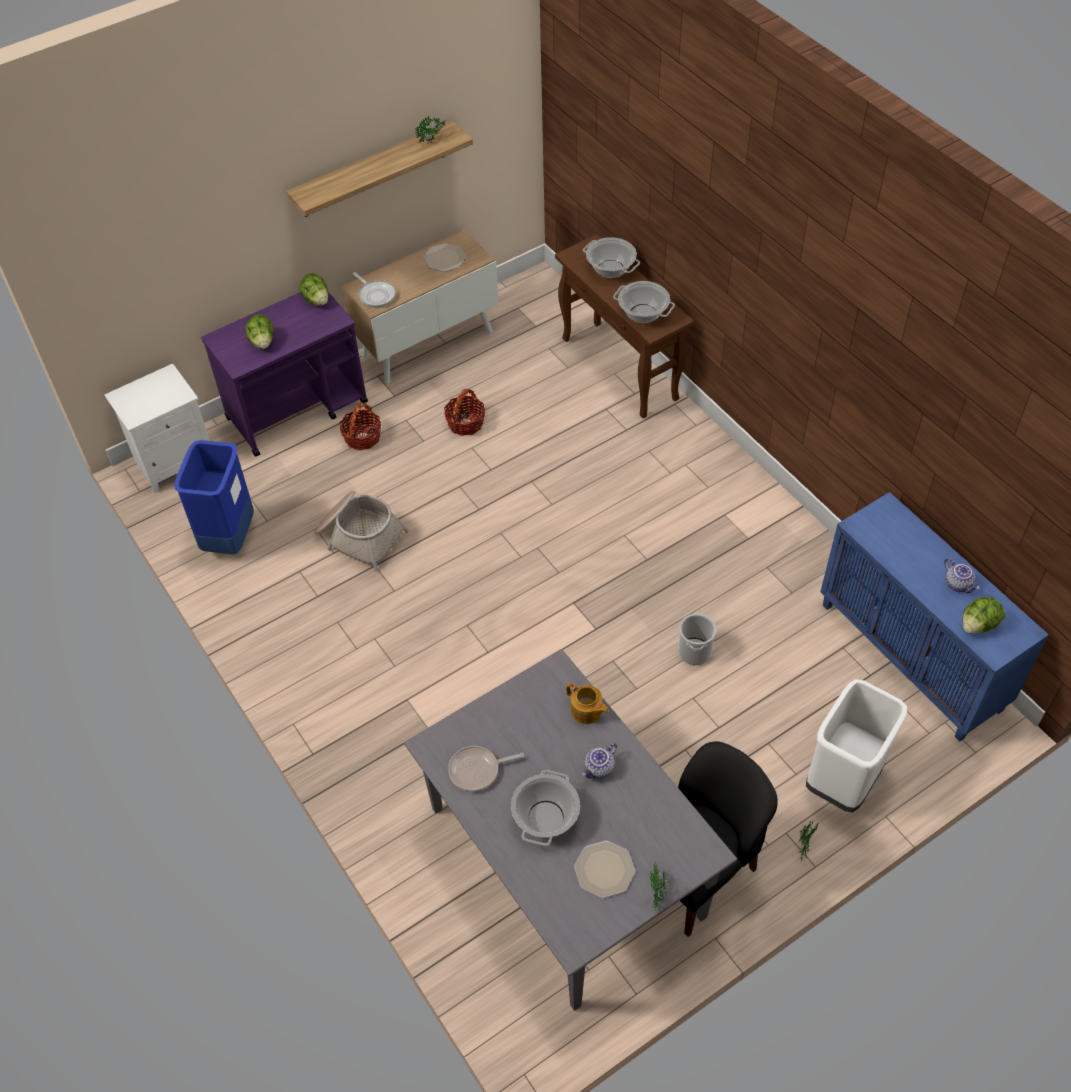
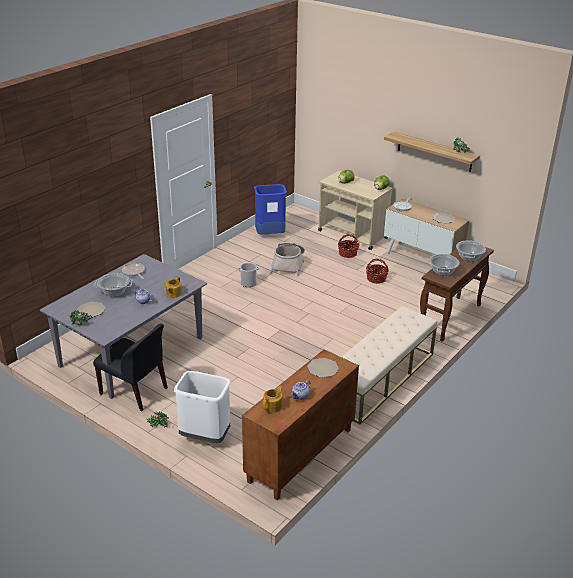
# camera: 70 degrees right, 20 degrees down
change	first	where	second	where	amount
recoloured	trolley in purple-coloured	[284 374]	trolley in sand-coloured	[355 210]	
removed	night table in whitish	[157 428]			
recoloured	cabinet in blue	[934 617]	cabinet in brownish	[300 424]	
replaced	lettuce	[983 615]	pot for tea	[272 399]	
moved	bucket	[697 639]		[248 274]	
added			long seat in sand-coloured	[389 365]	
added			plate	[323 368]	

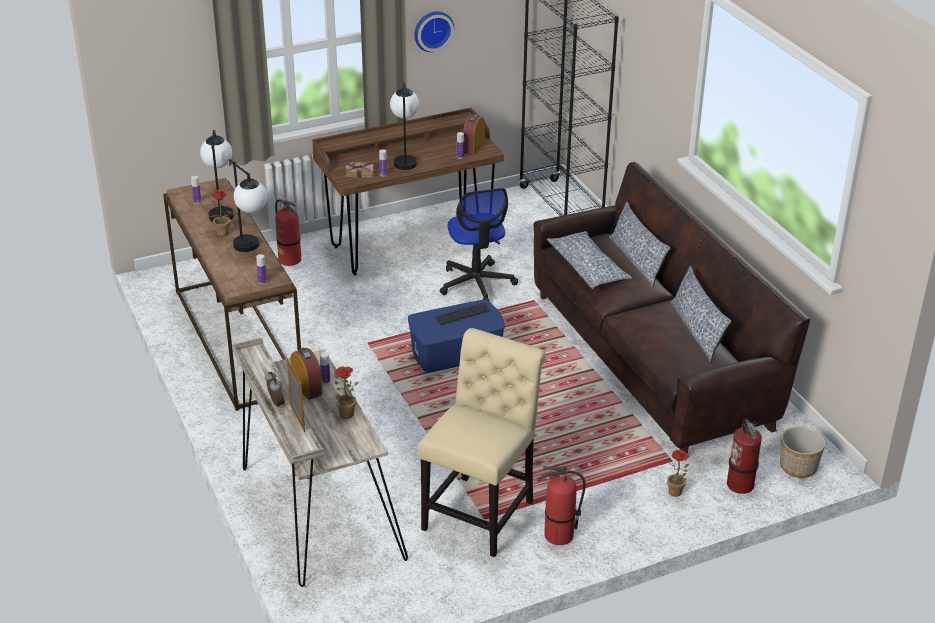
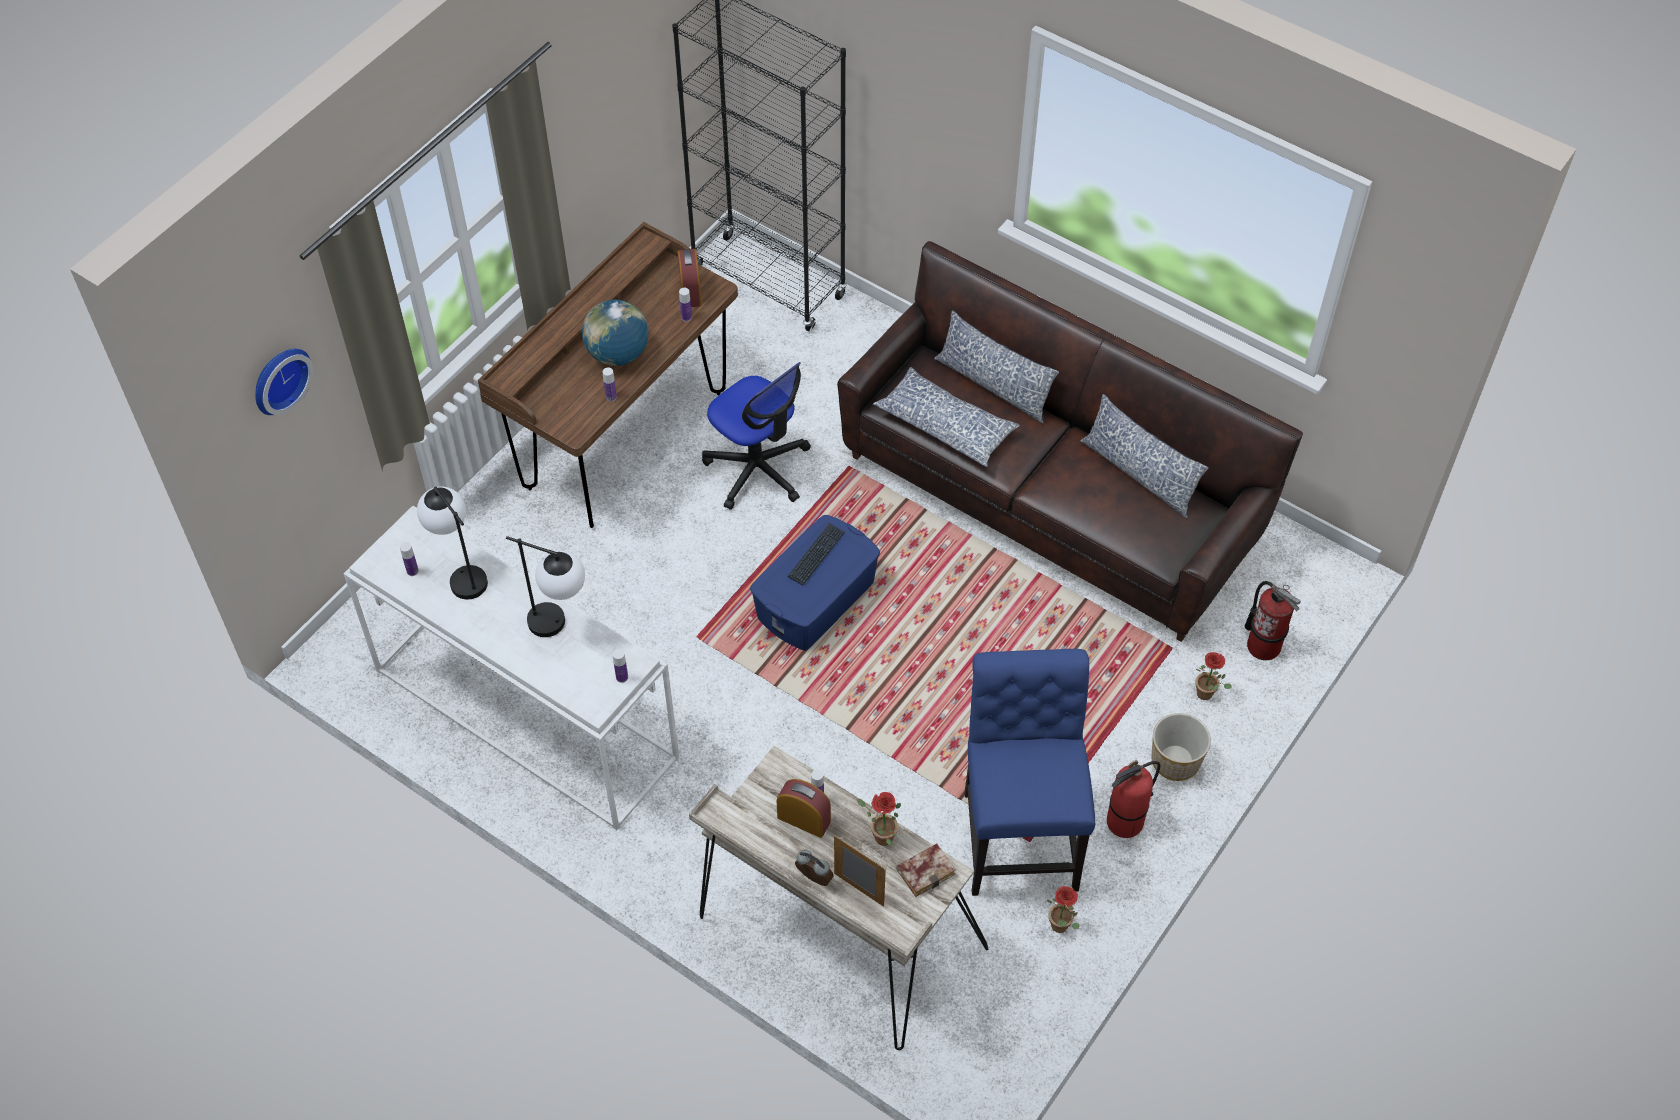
# camera: 30 degrees left, 20 degrees up
change	first	where	second	where	amount
moved	hanging clock	[434 31]		[284 382]	
replaced	lamp for a table	[404 126]	desk globe	[615 332]	
moved	bound book	[359 170]		[926 870]	
recoloured	console table in brownish	[232 294]	console table in whitish	[511 668]	
moved	plant in a pot	[224 213]		[1063 909]	
removed	fire-fighting cylinder	[288 232]			
recoloured	upright chair in sand-coloured	[482 442]	upright chair in blue	[1029 772]	
moved	planter	[802 452]		[1181 747]	

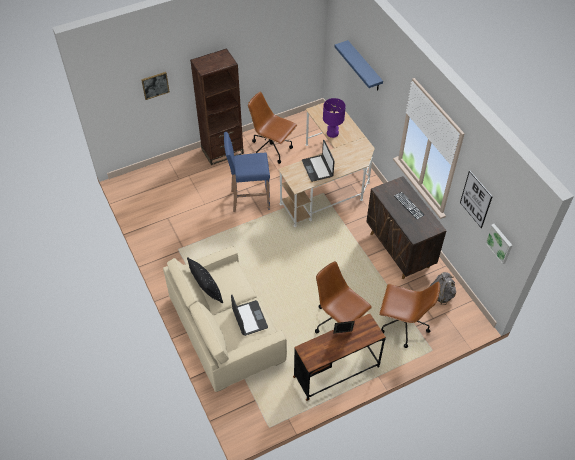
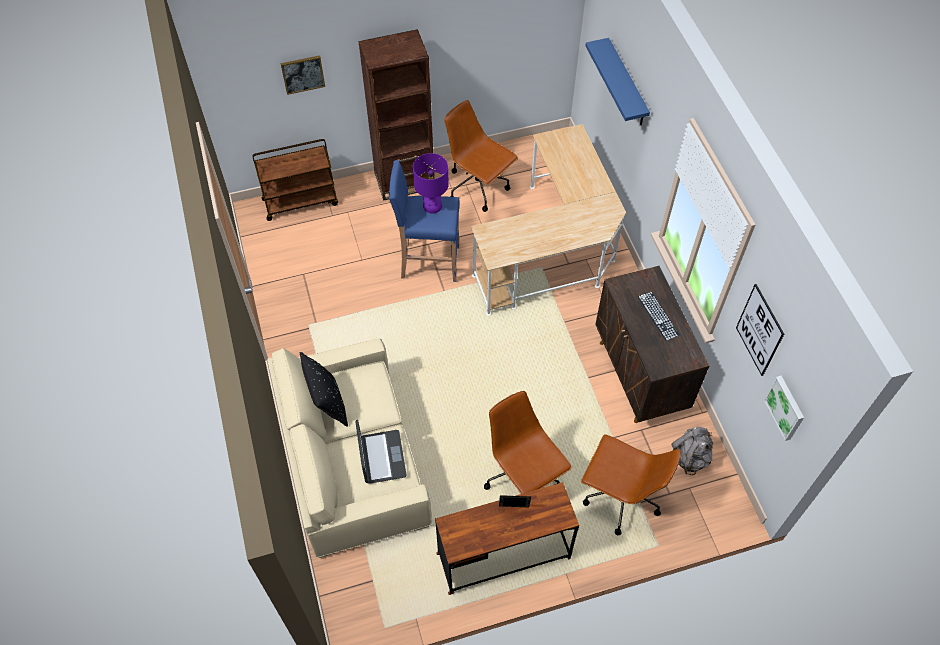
# camera: 10 degrees right, 5 degrees up
change	first	where	second	where	amount
moved	lamp for a table in purple-coloured	[334 118]		[431 183]	
removed	portable computer	[318 161]			
added			trolley in brownish	[295 180]	

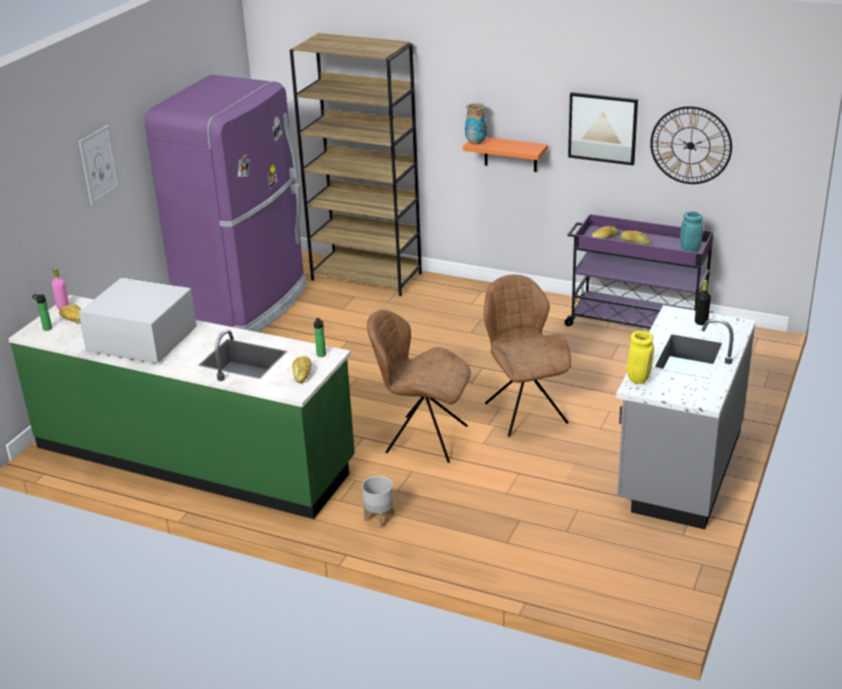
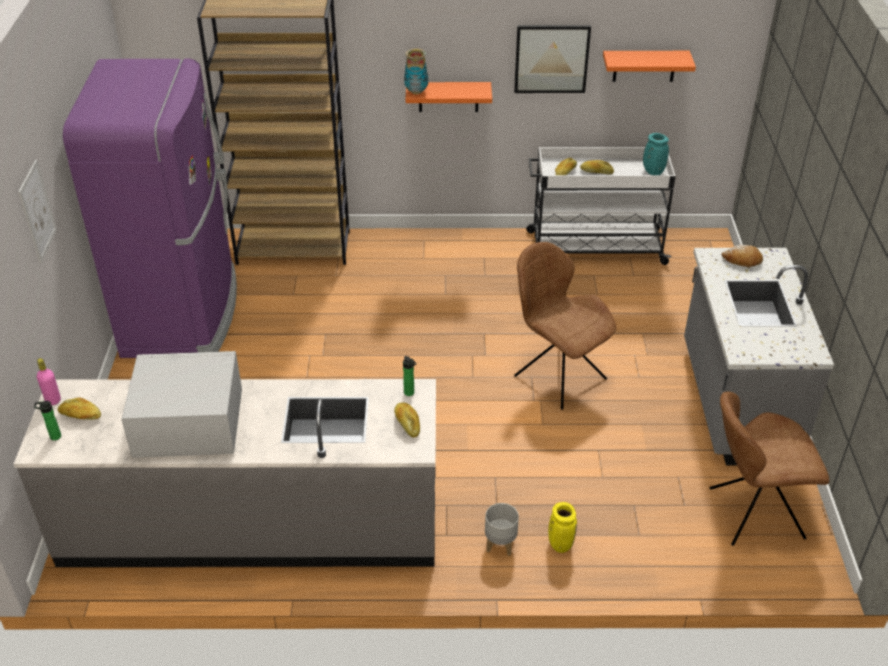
# camera: 25 degrees left, 10 degrees up
change	first	where	second	where	amount
replaced	hanging clock	[691 145]	shelf in orange	[649 66]	
recoloured	trolley in purple-coloured	[639 271]	trolley in whitish	[601 206]	
replaced	bottle in blackish	[703 302]	bakery bread	[742 256]	
recoloured	kitchen counter in green-coloured	[181 407]	kitchen counter in greyish	[225 473]	
moved	upright chair in brownish	[419 386]		[769 468]	
moved	decorative vase in yellow	[640 357]		[562 527]	

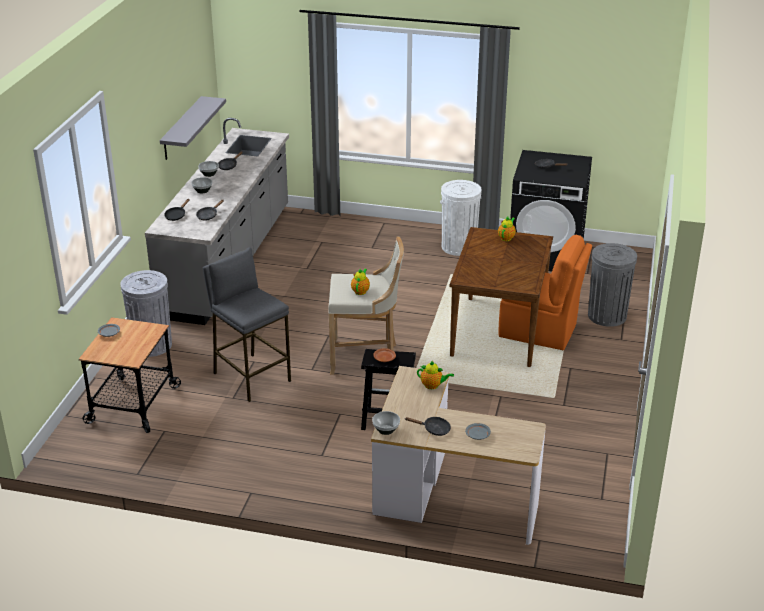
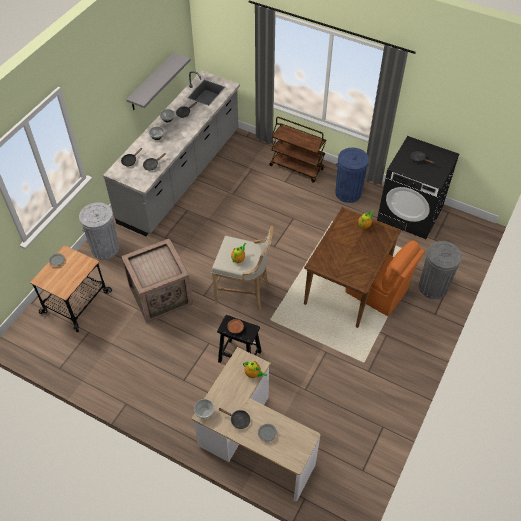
# camera: 15 degrees right, 20 degrees up
change	first	where	second	where	amount
recoloured	rubbish bin in whitish	[461 218]	rubbish bin in blue	[352 175]	
replaced	stool in greyish	[247 324]	packing crate	[157 281]	
added			trolley in brownish	[297 150]	

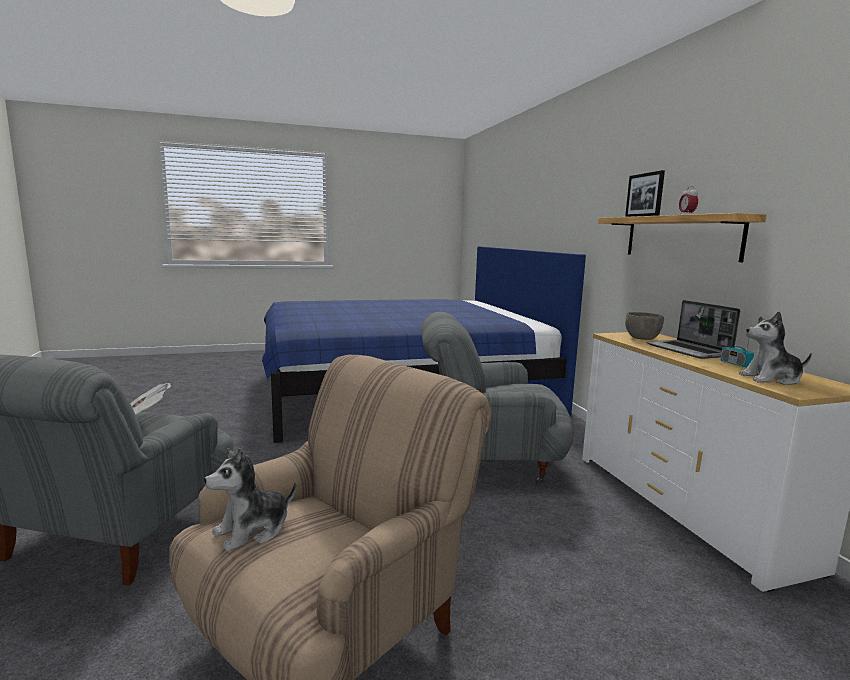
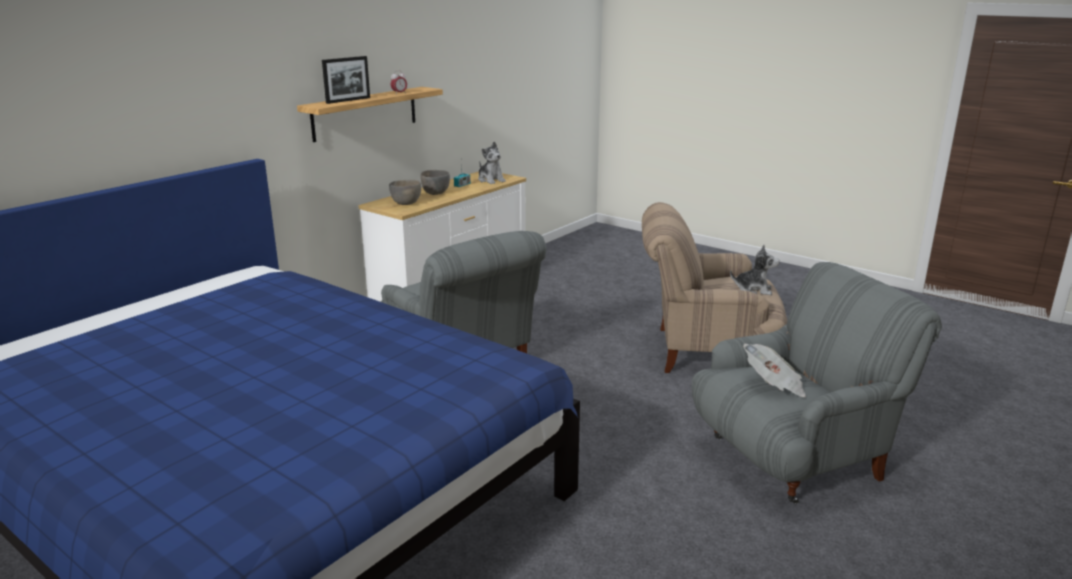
# camera: 125 degrees left, 10 degrees up
change	first	where	second	where	amount
replaced	portable computer	[693 329]	deep dish in greyish	[435 182]	

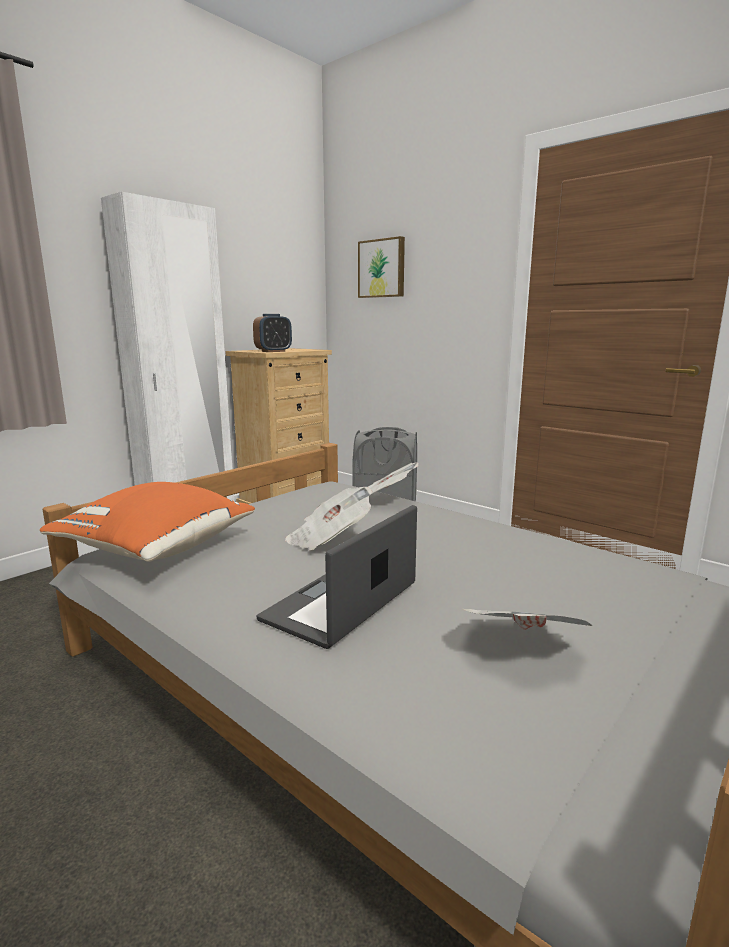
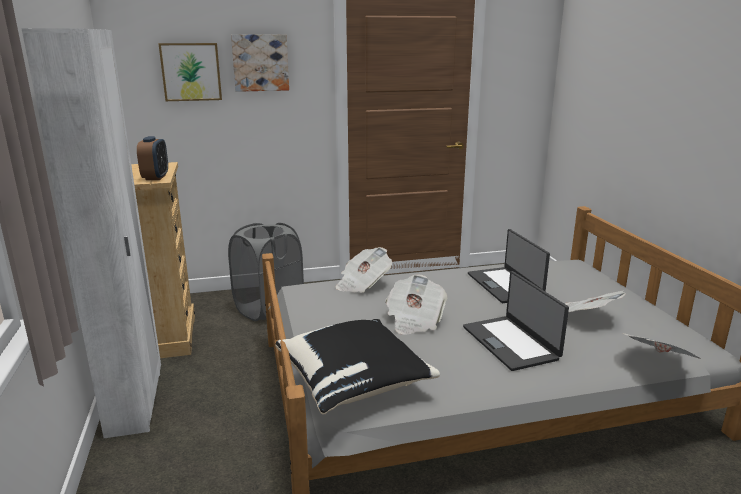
# camera: 55 degrees left, 5 degrees up
change	first	where	second	where	amount
recoloured	pillow in orange	[147 522]	pillow in blackish	[357 367]	
added			wall picture	[260 63]	
added			portable computer	[509 266]	
added			printed paper	[662 346]	

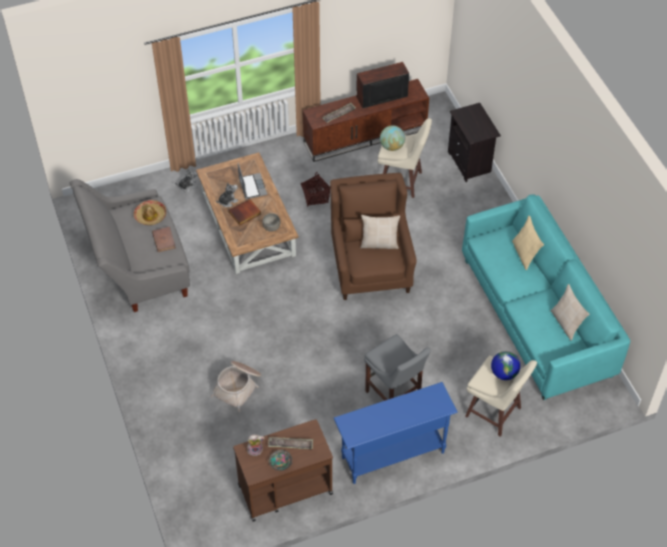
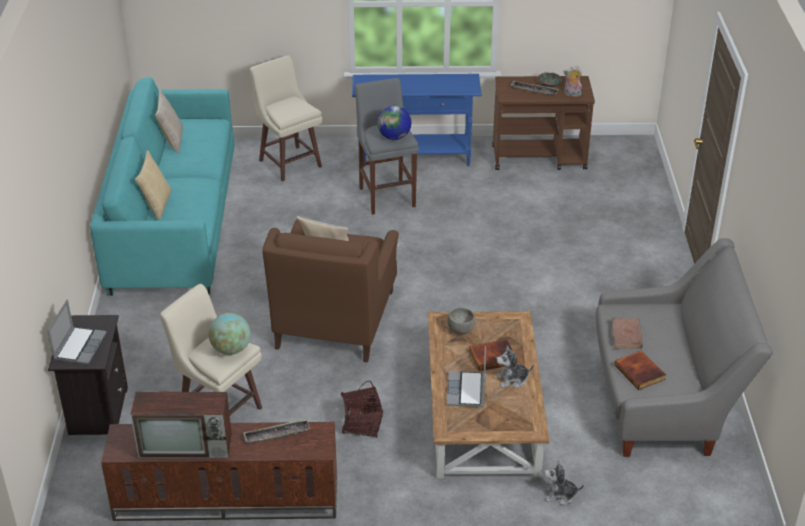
# camera: 160 degrees left, 15 degrees down
change	first	where	second	where	amount
replaced	clothing hat	[150 212]	bound book	[640 370]	
moved	desk globe	[505 365]		[394 123]	
removed	basket	[236 386]			
added			portable computer	[76 331]	

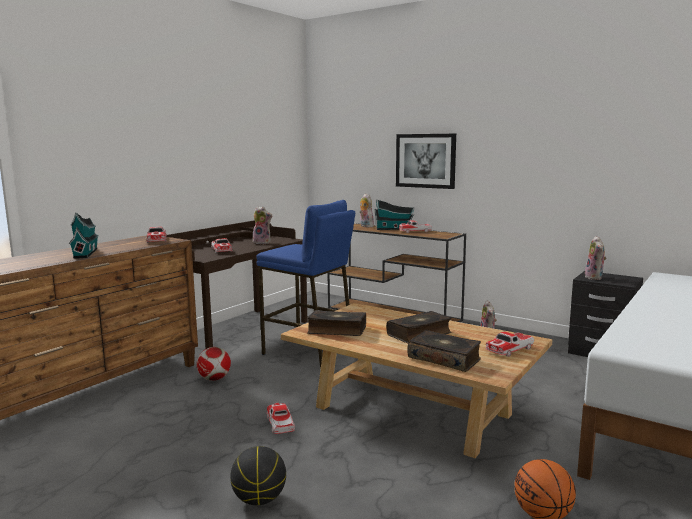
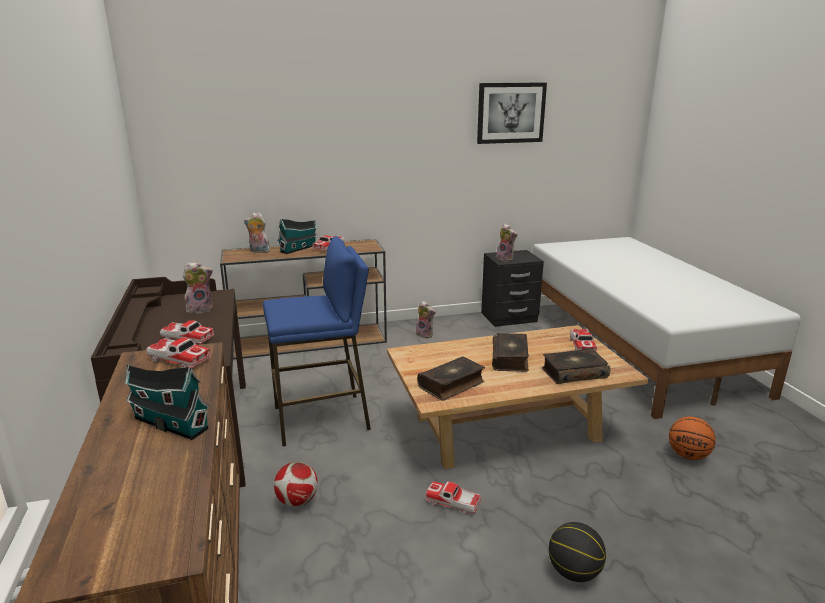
# camera: 50 degrees left, 10 degrees up
change	first	where	second	where	amount
moved	wall picture	[426 161]		[512 113]	

